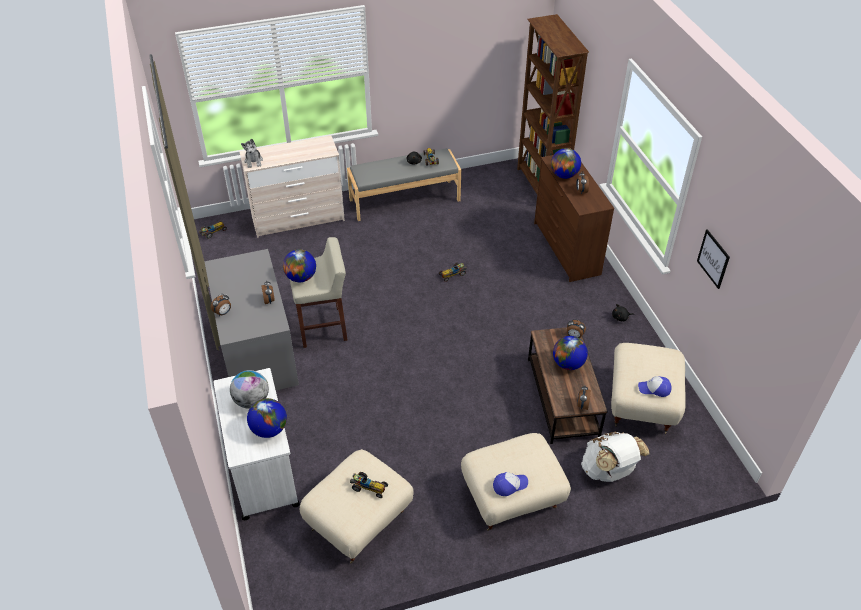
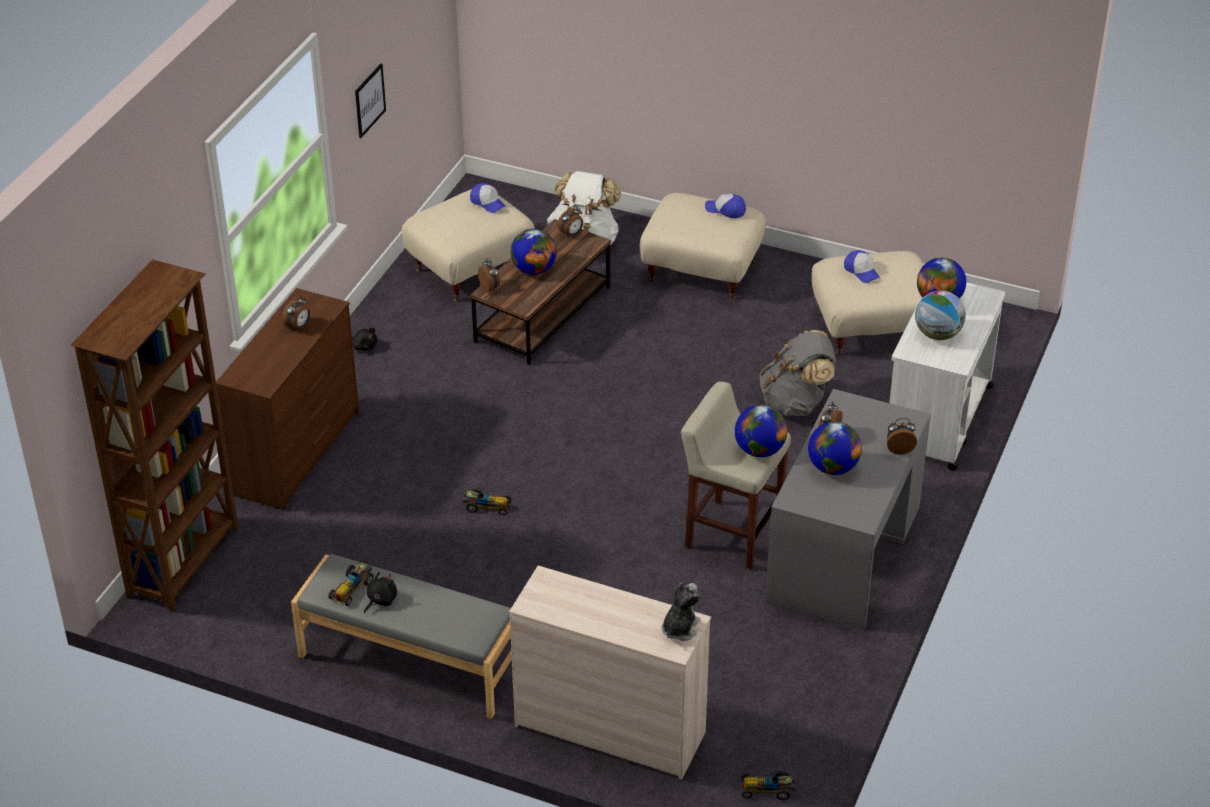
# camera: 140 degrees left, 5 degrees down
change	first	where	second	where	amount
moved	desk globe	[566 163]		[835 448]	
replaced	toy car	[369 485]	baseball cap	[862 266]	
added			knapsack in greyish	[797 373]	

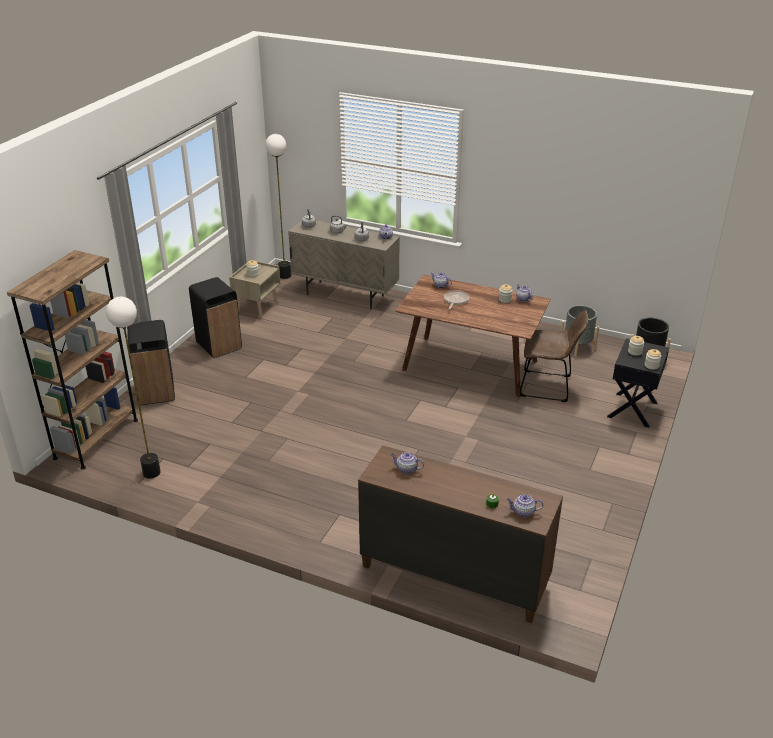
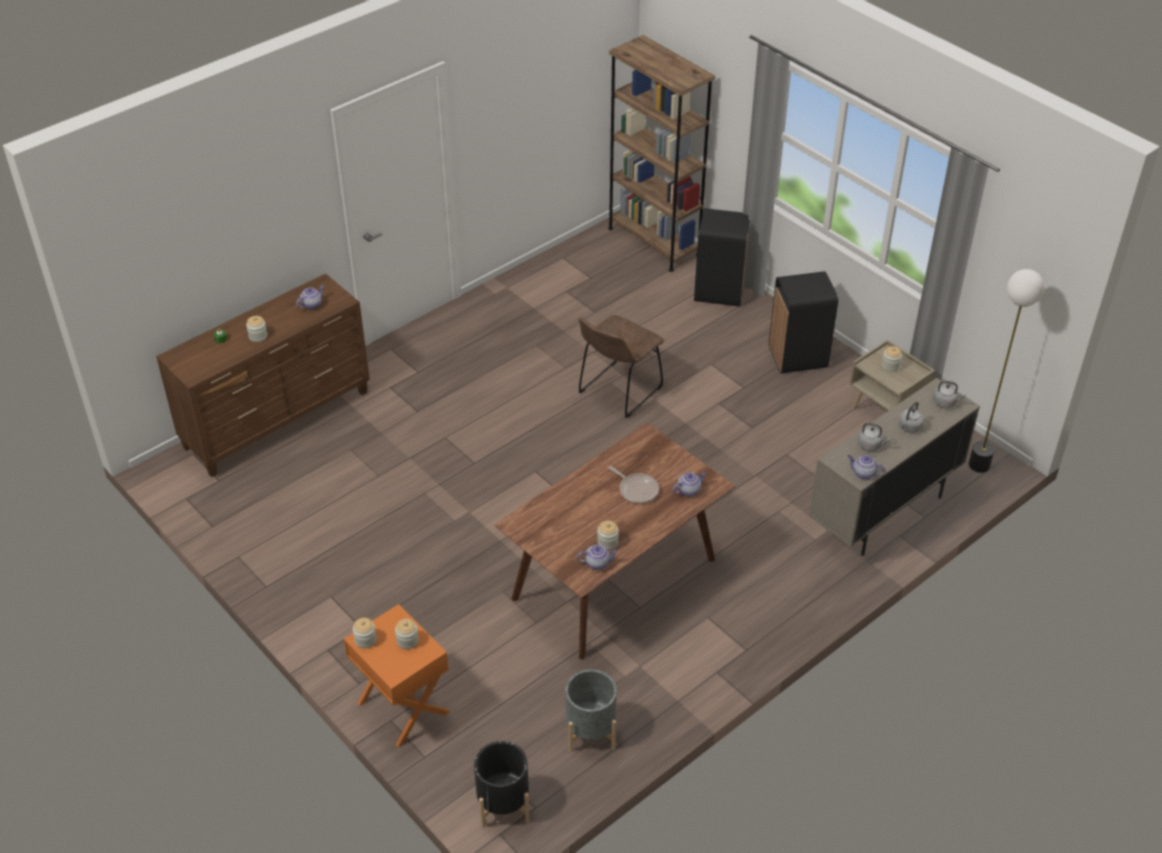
# camera: 115 degrees right, 10 degrees up
change	first	where	second	where	amount
removed	standard lamp	[133 388]			
moved	upright chair in brownish	[554 356]		[621 366]	
recoloured	night table in blackish	[638 383]	night table in orange	[397 676]	
removed	pot for tea	[525 506]			
added			jar	[256 329]	

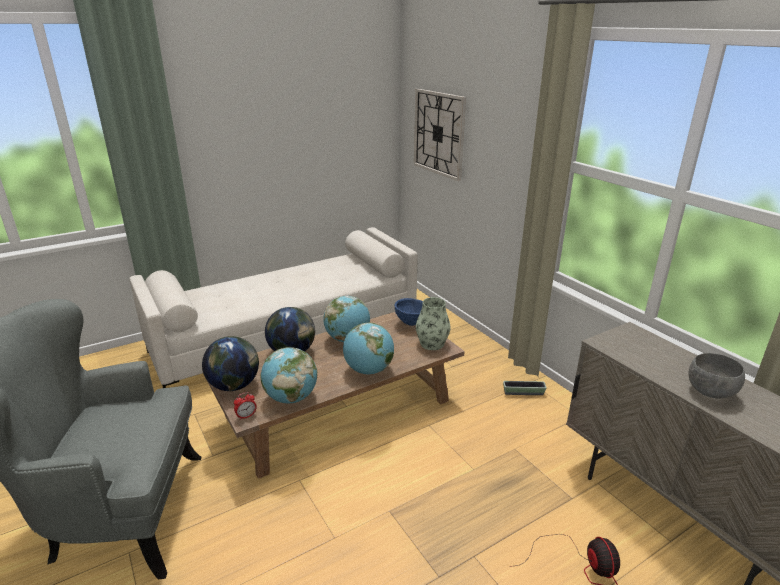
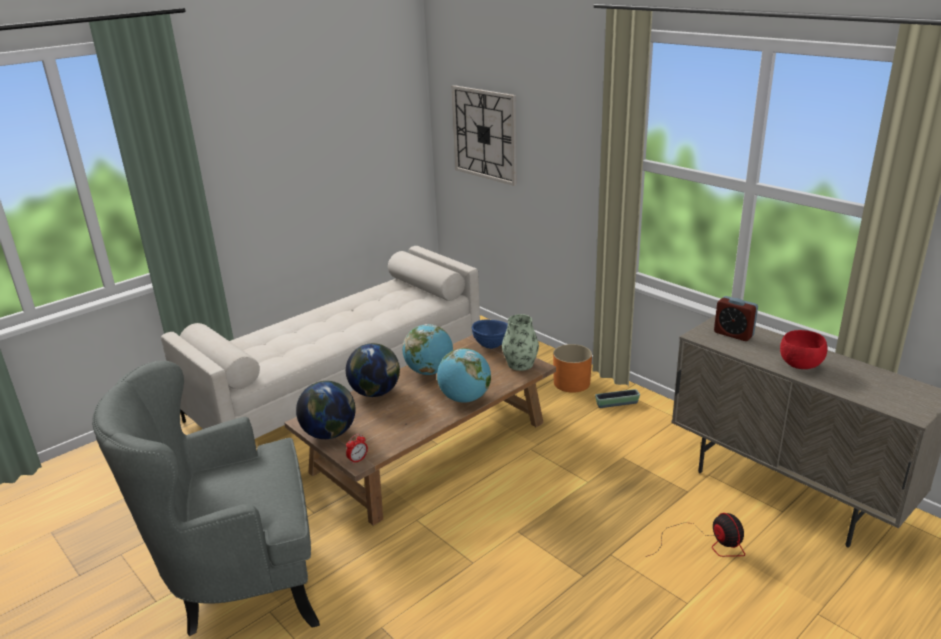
# camera: 10 degrees left, 0 degrees up
change	first	where	second	where	amount
removed	desk globe	[289 375]			
recoloured	deep dish in greyish	[716 376]	deep dish in red-coloured	[803 349]	
added			alarm clock	[736 318]	
added			planter in orange	[572 368]	

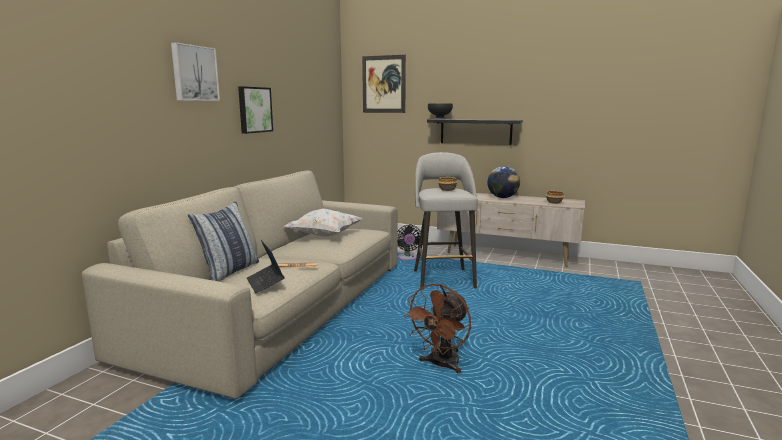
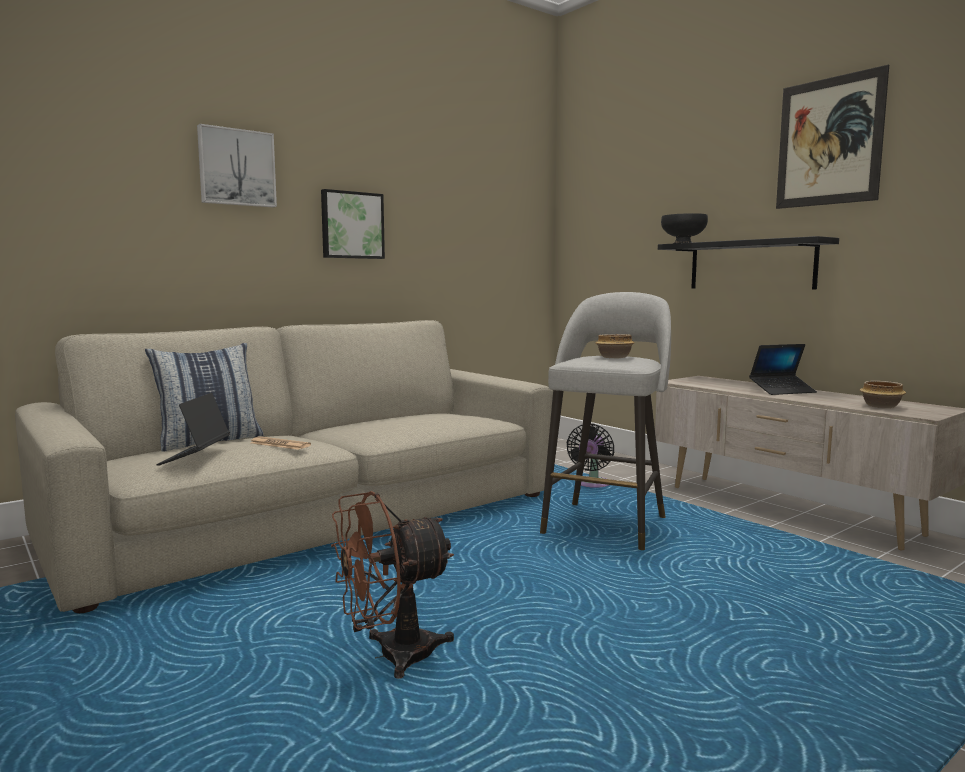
# camera: 30 degrees right, 5 degrees down
change	first	where	second	where	amount
moved	wall picture	[384 84]		[832 137]	
replaced	desk globe	[503 182]	portable computer	[783 369]	
removed	pillow in whitish	[323 222]			

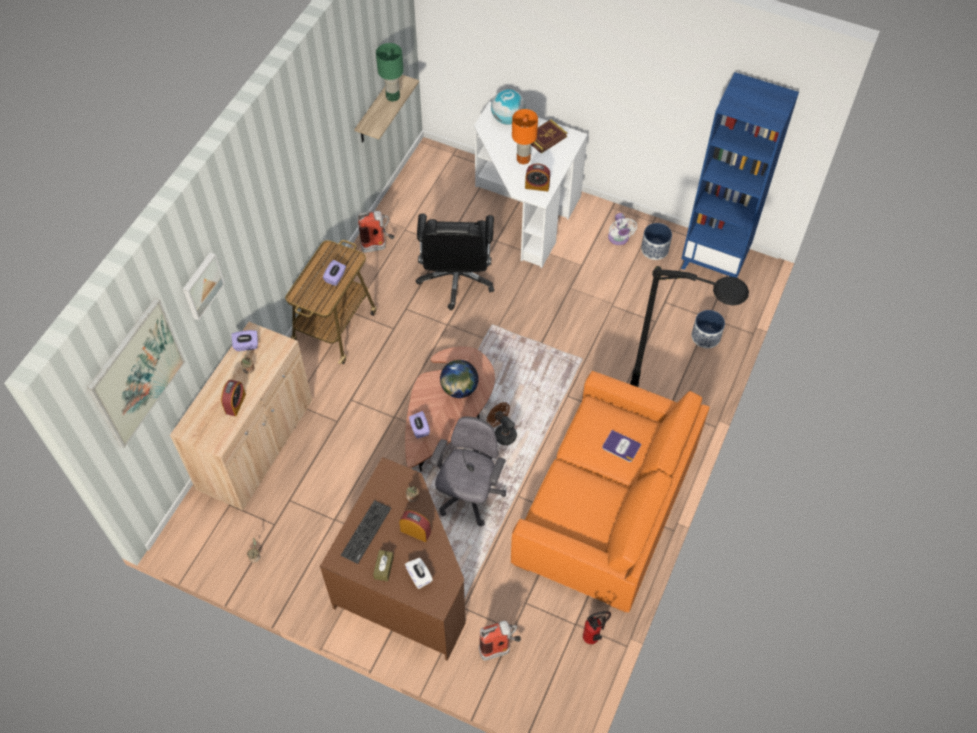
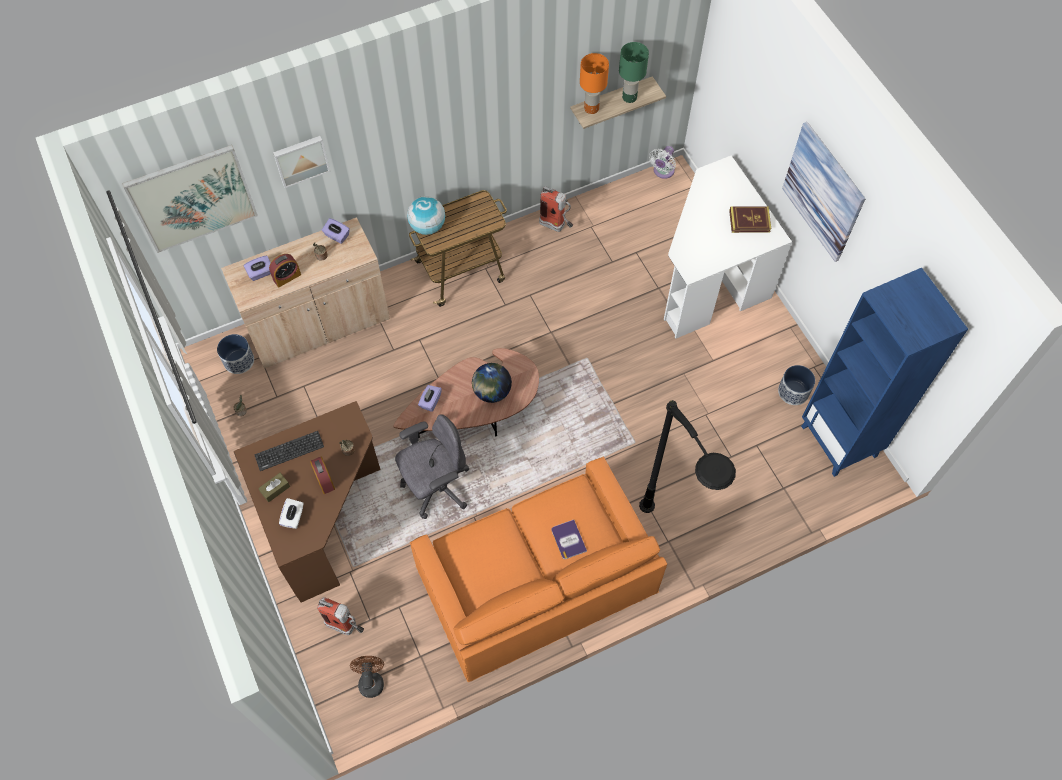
# camera: 40 degrees right, 5 degrees up
change	first	where	second	where	amount
moved	desk globe	[508 107]		[426 215]	
moved	lamp for a table in orange	[525 136]		[594 83]	
removed	alarm clock	[537 177]			
moved	electric fan in whitish	[622 229]		[662 162]	
removed	computer chair in blackish	[455 262]			
moved	tissue holder in purple-coloured	[334 273]		[257 268]	
moved	planter	[708 329]		[235 354]	
moved	electric fan in brownish	[501 423]		[367 677]	
removed	fire-fighting cylinder	[597 627]			
added			wall picture	[823 192]	

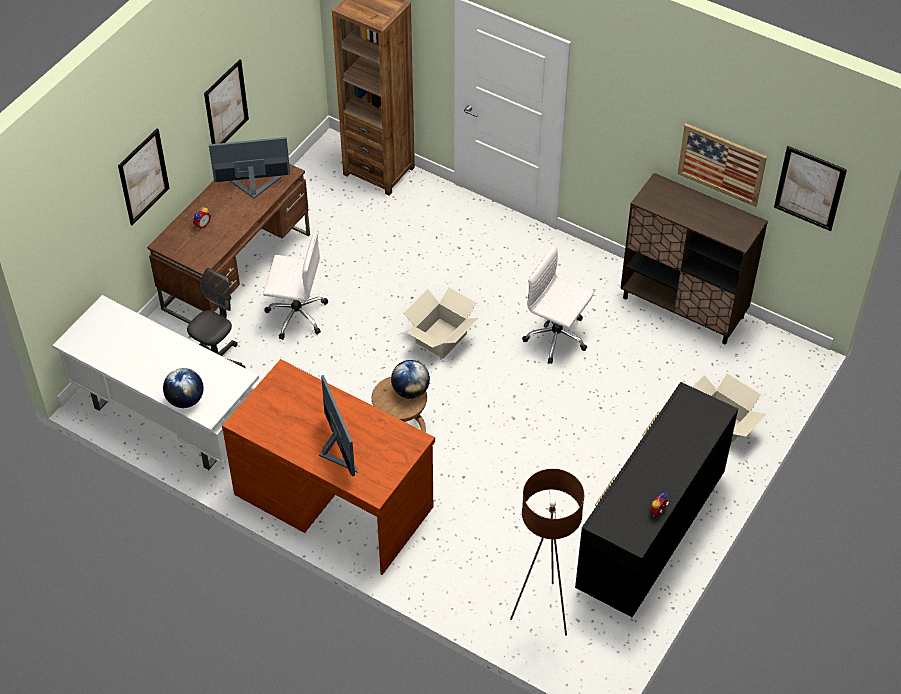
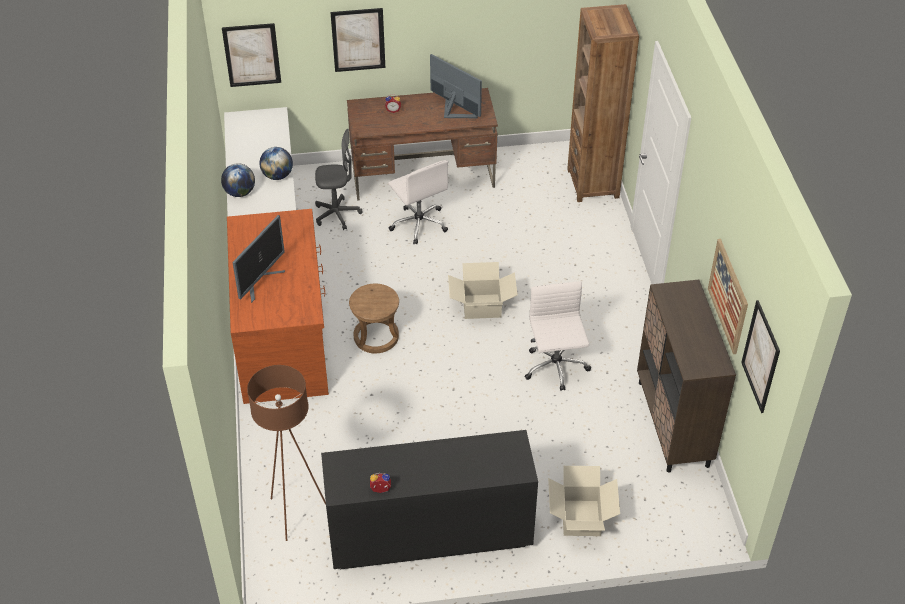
# camera: 50 degrees right, 5 degrees down
change	first	where	second	where	amount
moved	wall picture	[226 101]		[251 55]	
moved	desk globe	[410 379]		[276 163]	

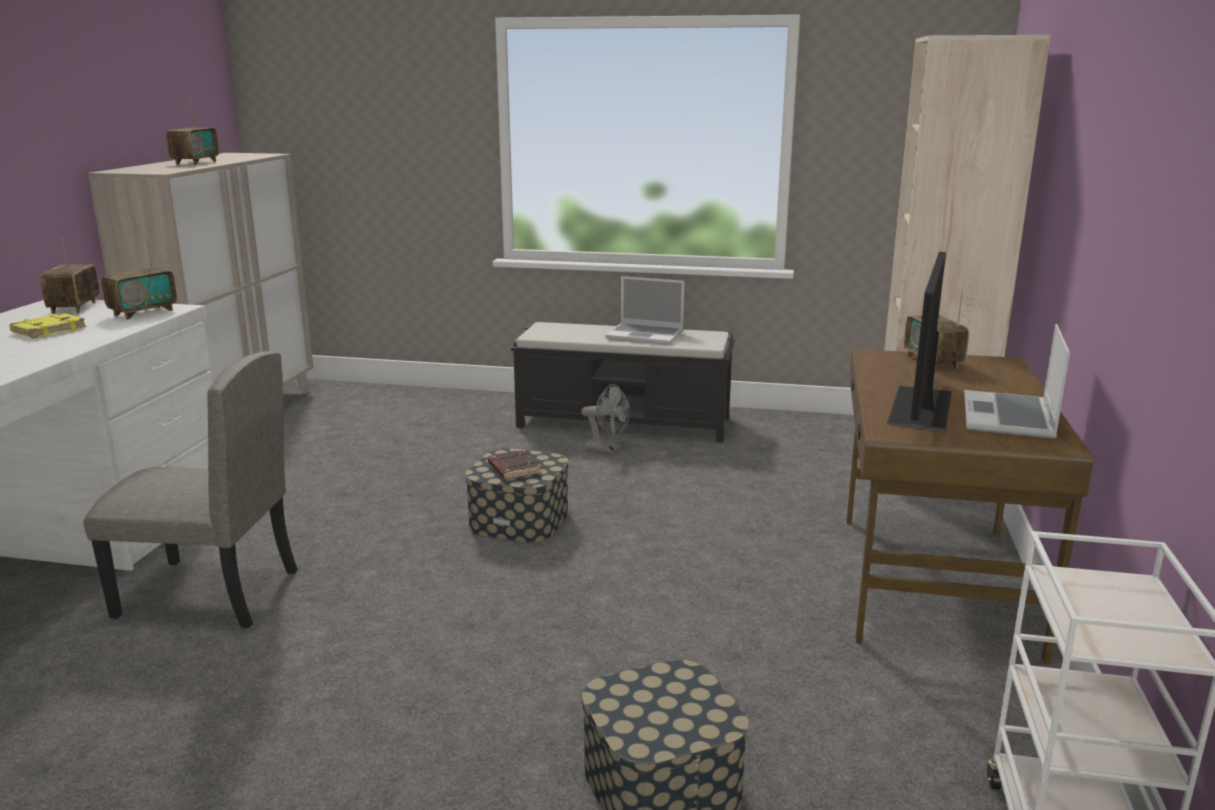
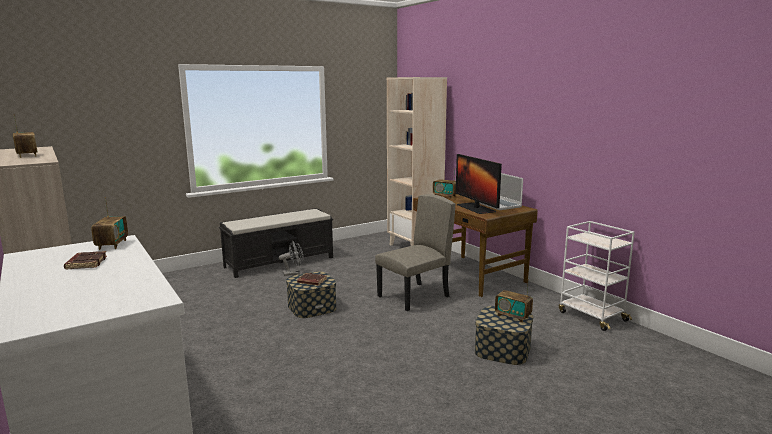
# camera: 45 degrees left, 5 degrees down
change	first	where	second	where	amount
moved	radio receiver	[69 276]		[514 301]	
removed	portable computer	[644 310]			
recoloured	bound book in yellow	[47 325]	bound book in brownish	[85 260]	
moved	upright chair in sand-coloured	[190 489]		[415 252]	

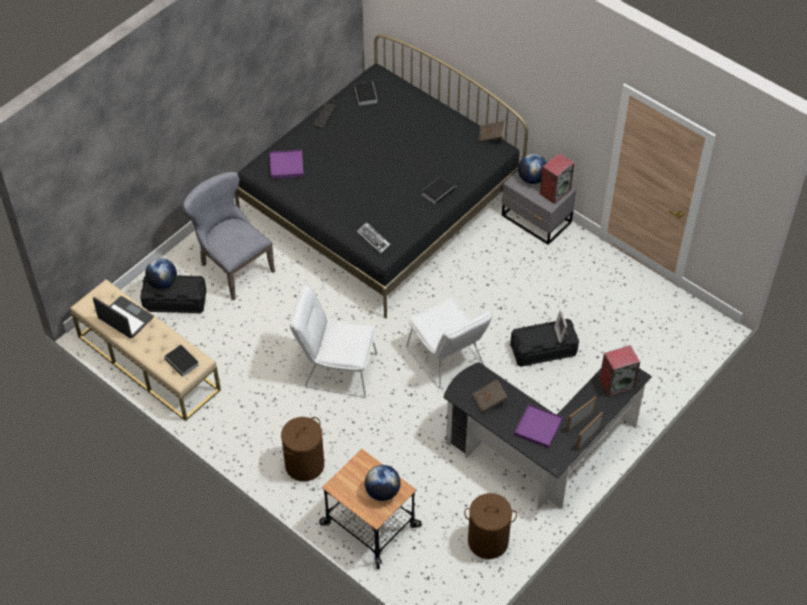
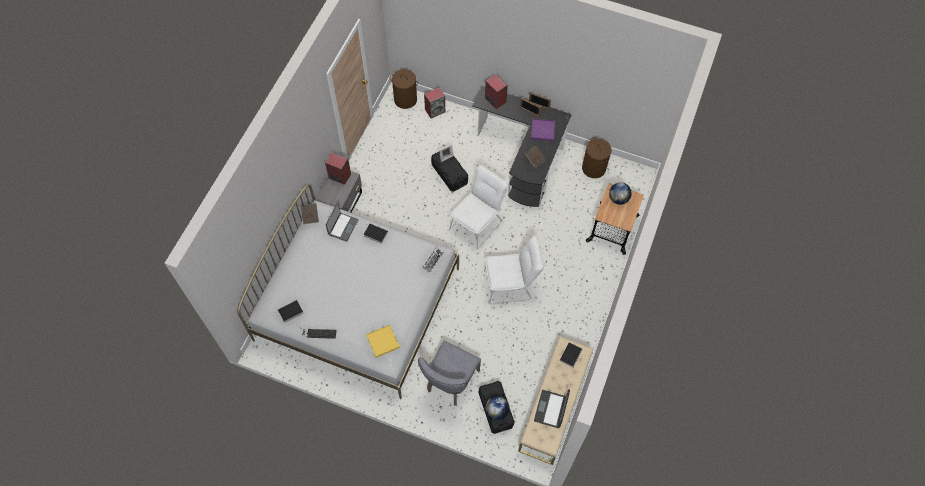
# camera: 110 degrees left, 10 degrees up
change	first	where	second	where	amount
recoloured	bed in blackish	[381 176]	bed in whitish	[348 291]	
recoloured	carrying tray in purple-coloured	[287 164]	carrying tray in yellow	[383 341]	
removed	desk globe	[532 169]			
turned	upright chair in whitish	[333 341]		[514 269]	90 degrees counterclockwise
moved	hamper in brownish	[302 449]		[404 89]	
added			audio speaker	[434 103]	
added			portable computer	[342 222]	

